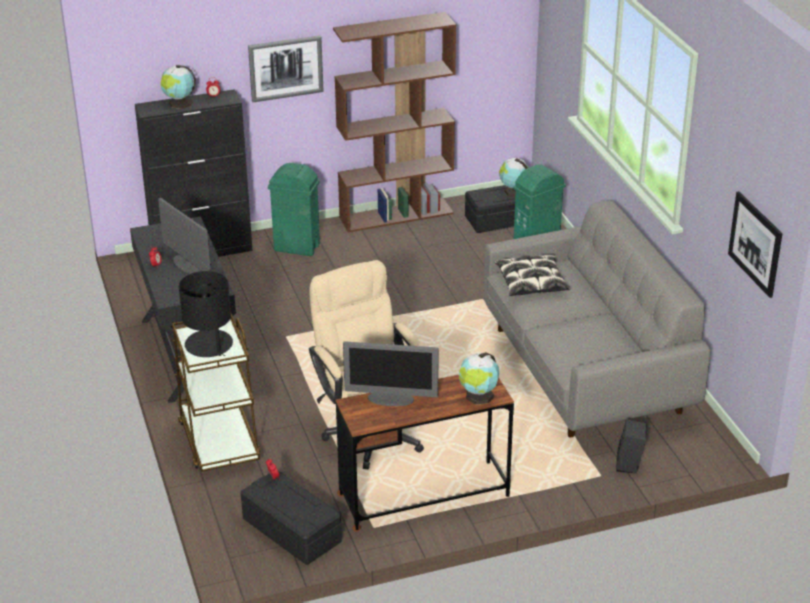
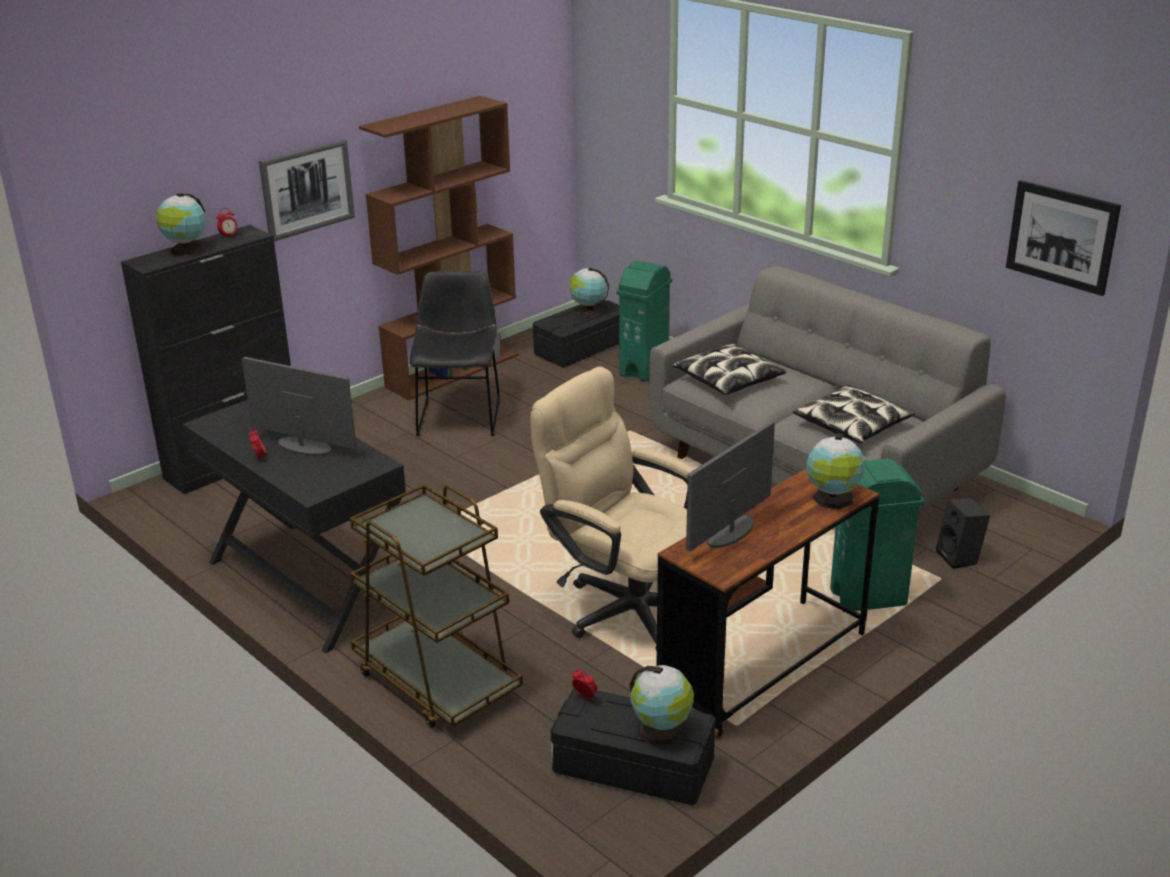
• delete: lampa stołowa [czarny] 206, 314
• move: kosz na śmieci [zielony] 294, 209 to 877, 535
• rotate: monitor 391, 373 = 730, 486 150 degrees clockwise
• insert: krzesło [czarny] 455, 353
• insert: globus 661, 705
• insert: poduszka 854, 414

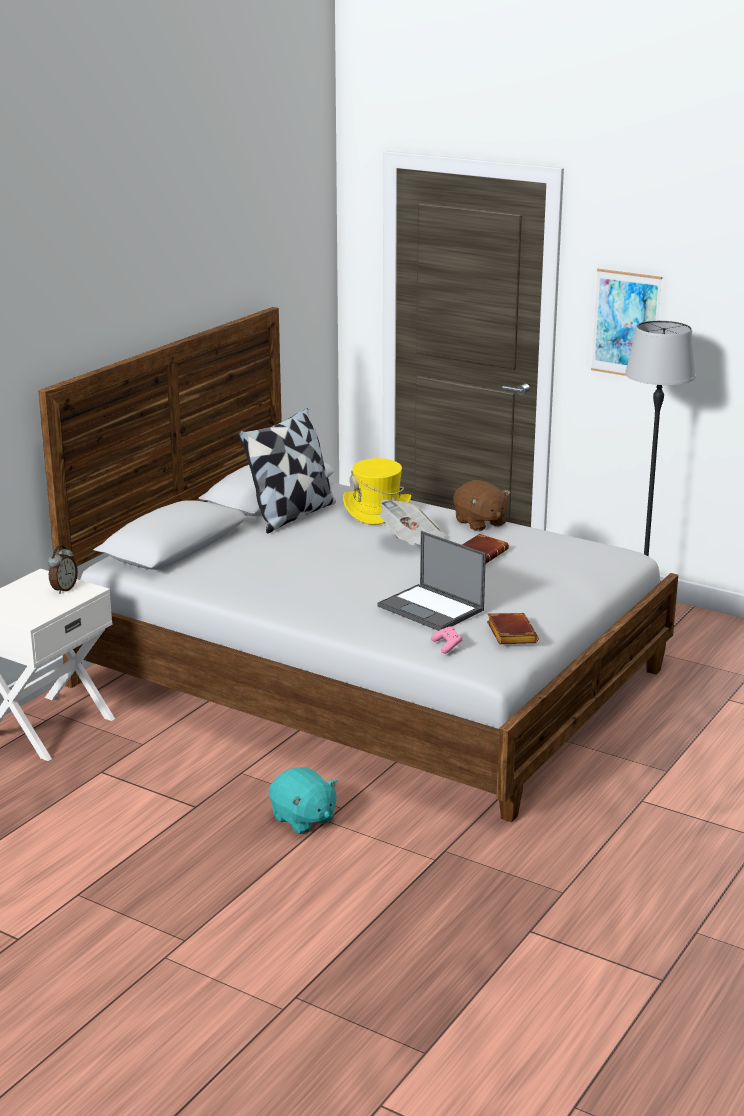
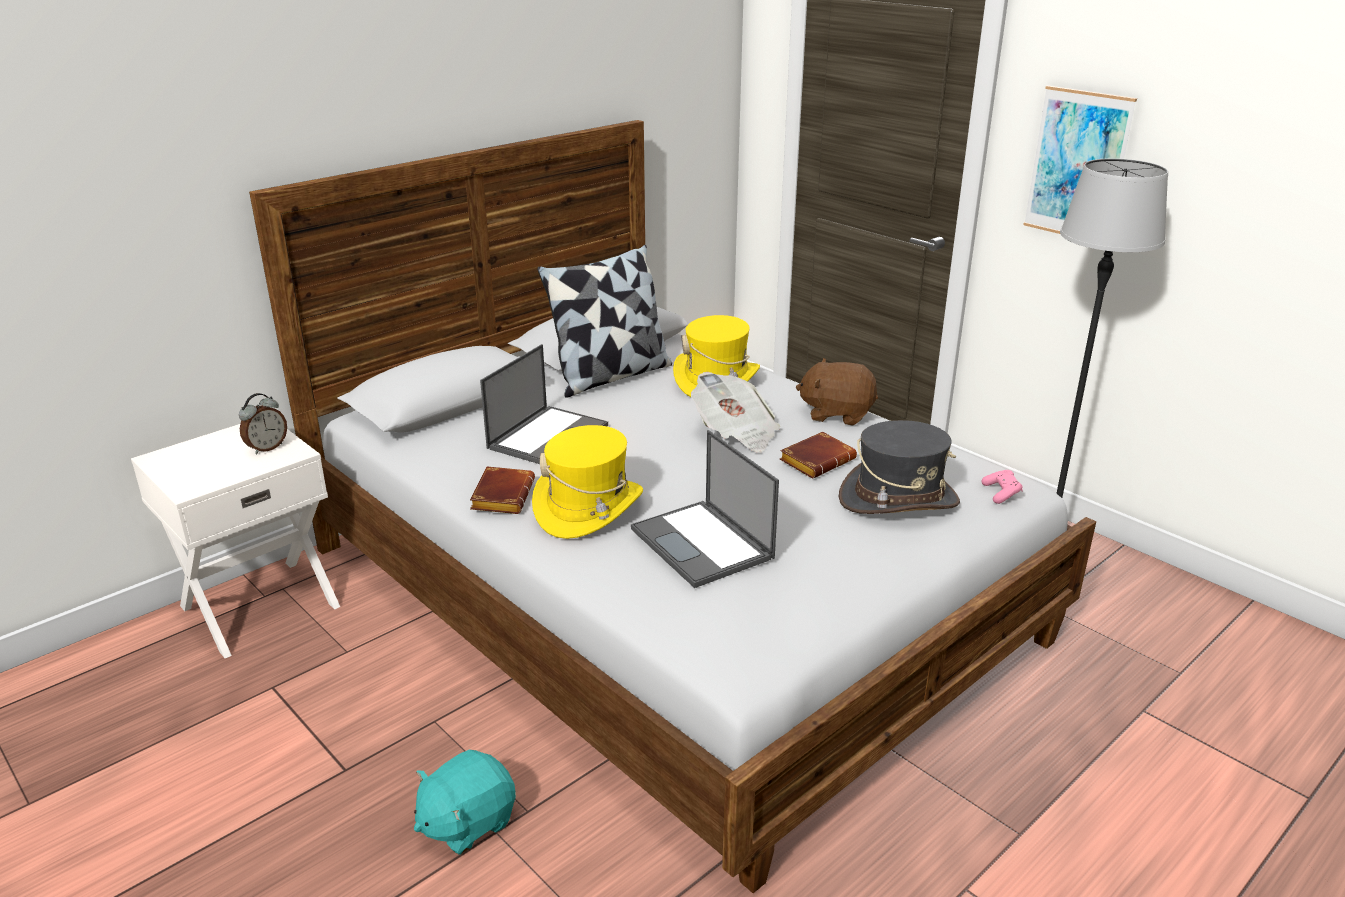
• rotate: pluszak [turkusowy] 303, 800 = 465, 802 75 degrees clockwise
• move: pad do gier [różowy] 447, 640 to 1002, 487
• rotate: pluszak [brązowy] 481, 505 = 837, 392 120 degrees clockwise
• move: książka [brązowy] 512, 628 to 502, 490
• insert: laptop 544, 404
• insert: kapelusz [żółty] 587, 482
• insert: kapelusz [szary] 899, 467

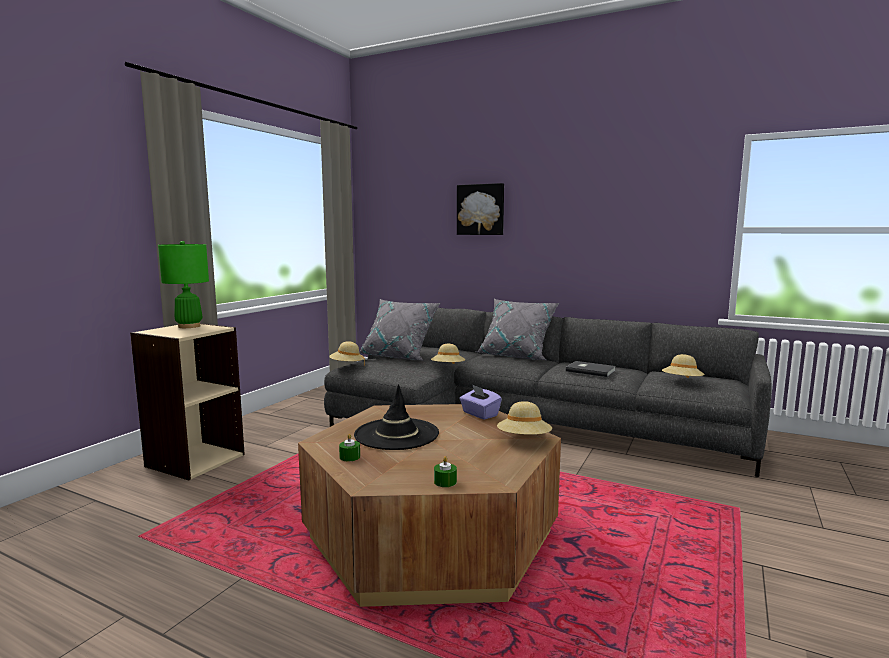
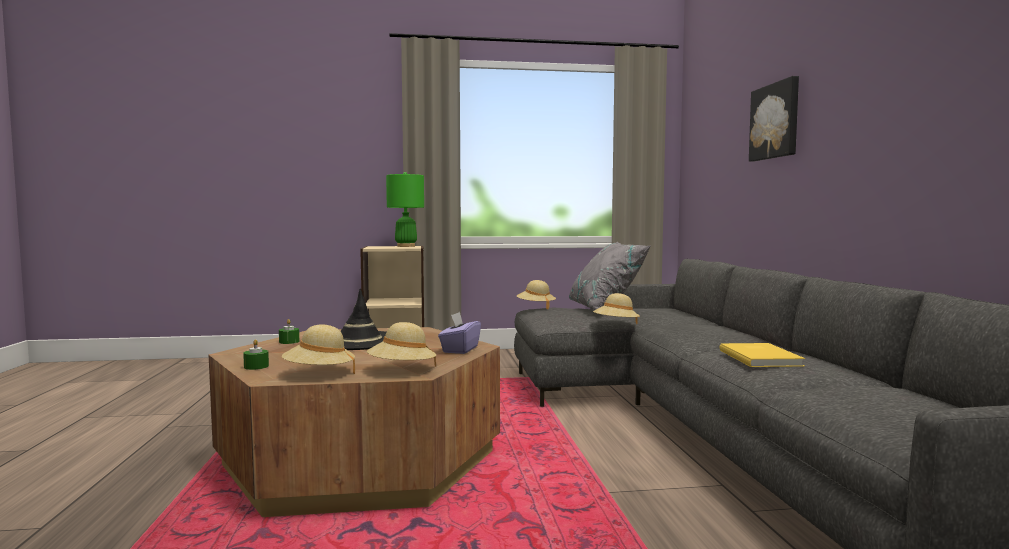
• delete: poduszka [szary] 517, 329
• recolor: książka [szary] 591, 369 to książka [żółty] 762, 355
• move: kapelusz [beżowy] 683, 366 to 318, 349

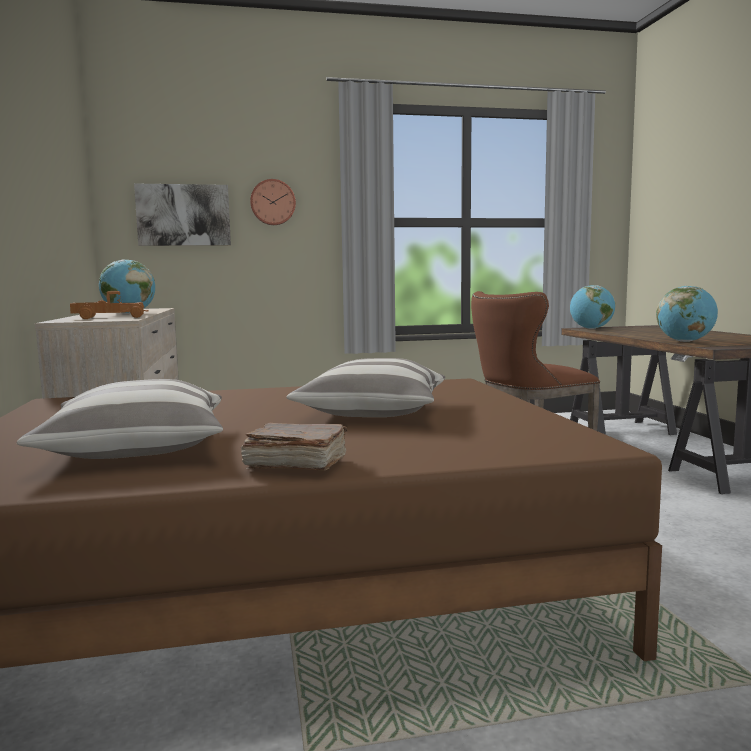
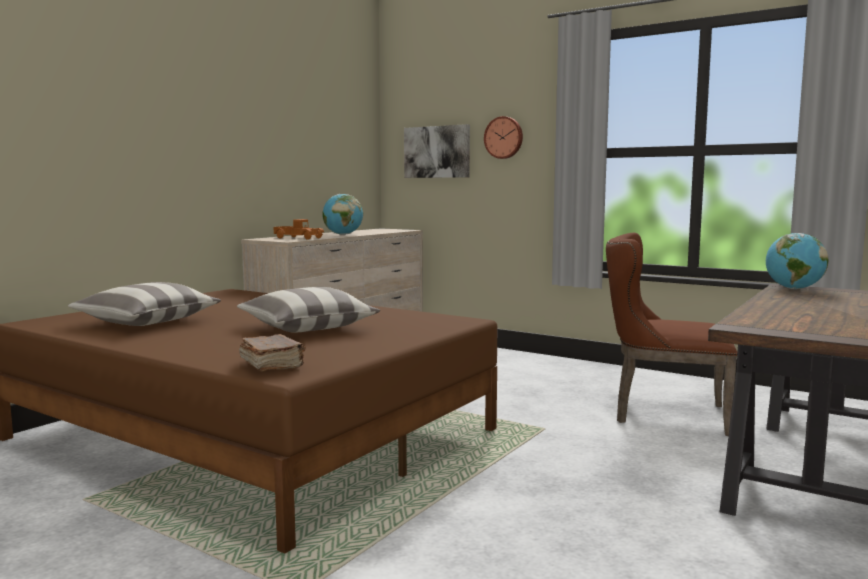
• move: książka [brązowy] 294, 446 to 272, 352
• delete: globus 687, 314

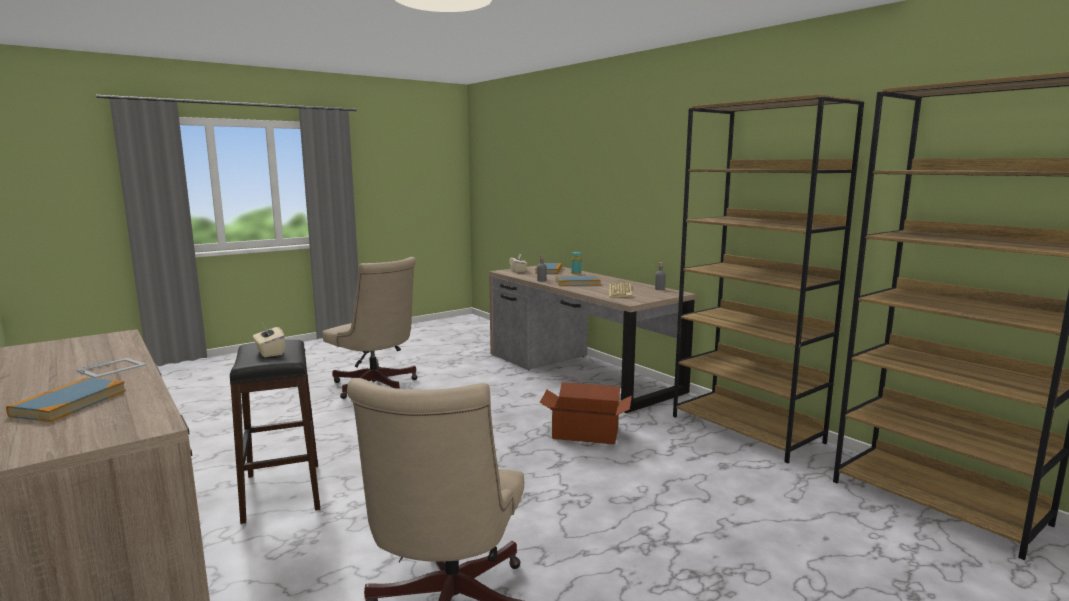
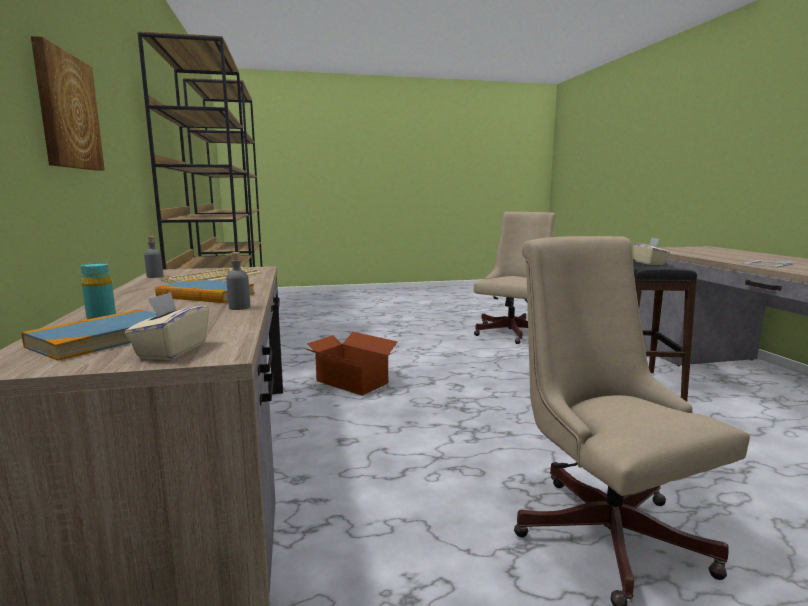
• delete: książka 66, 399
• insert: obraz 68, 103

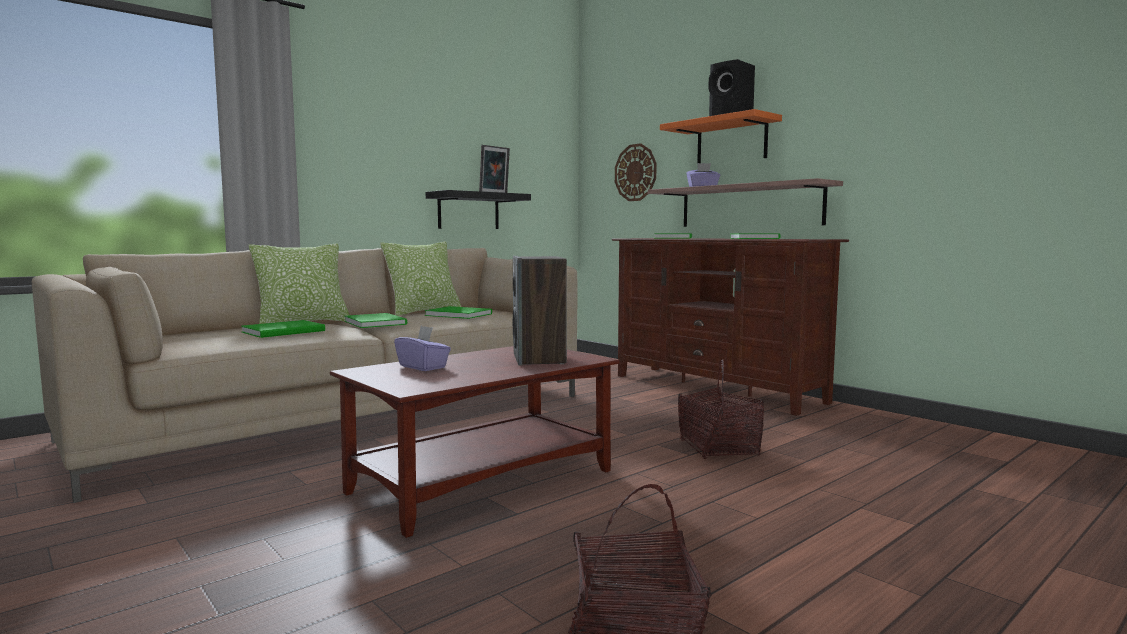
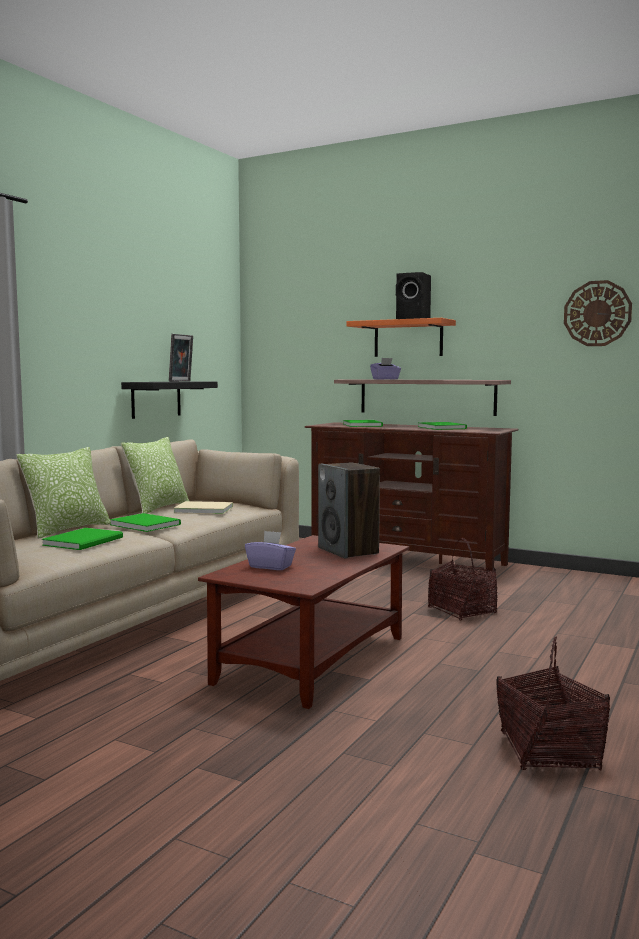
• recolor: książka [zielony] 458, 312 to książka [beżowy] 203, 507
• move: zegar ścienny 636, 172 to 598, 313

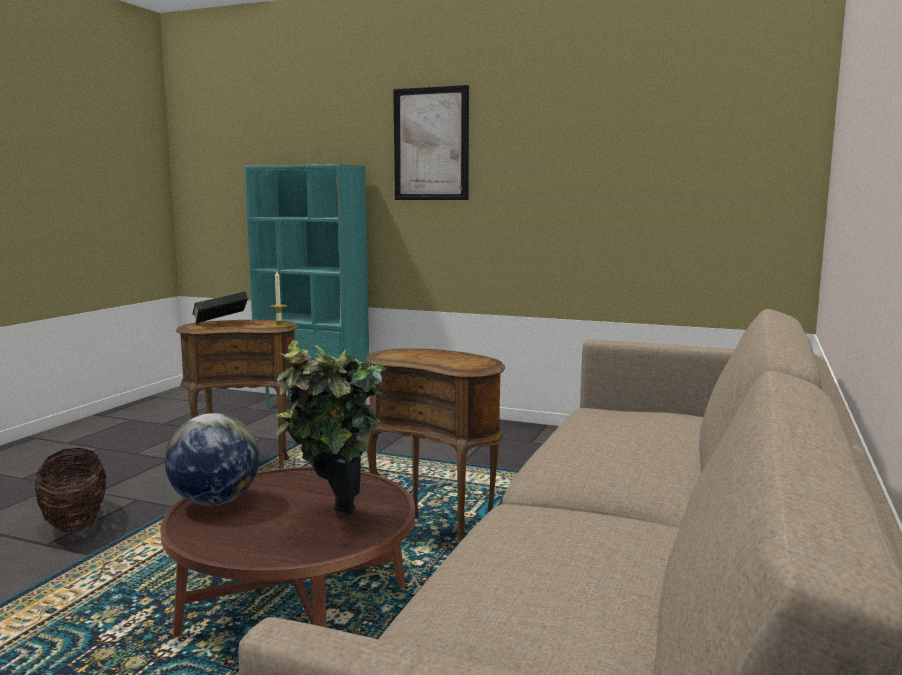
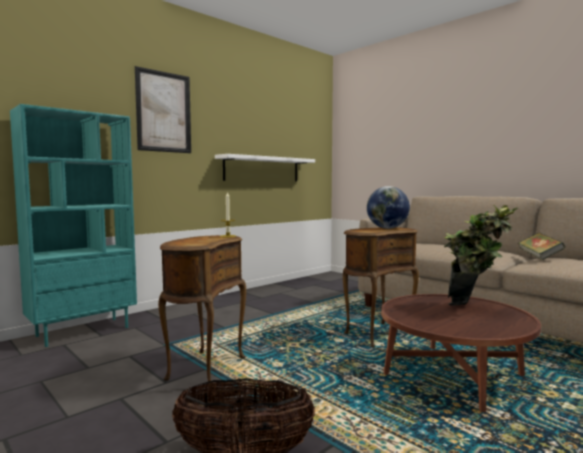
• move: globus 212, 459 to 388, 207
• move: książka 220, 307 to 541, 246
• insert: półka [biały] 265, 167

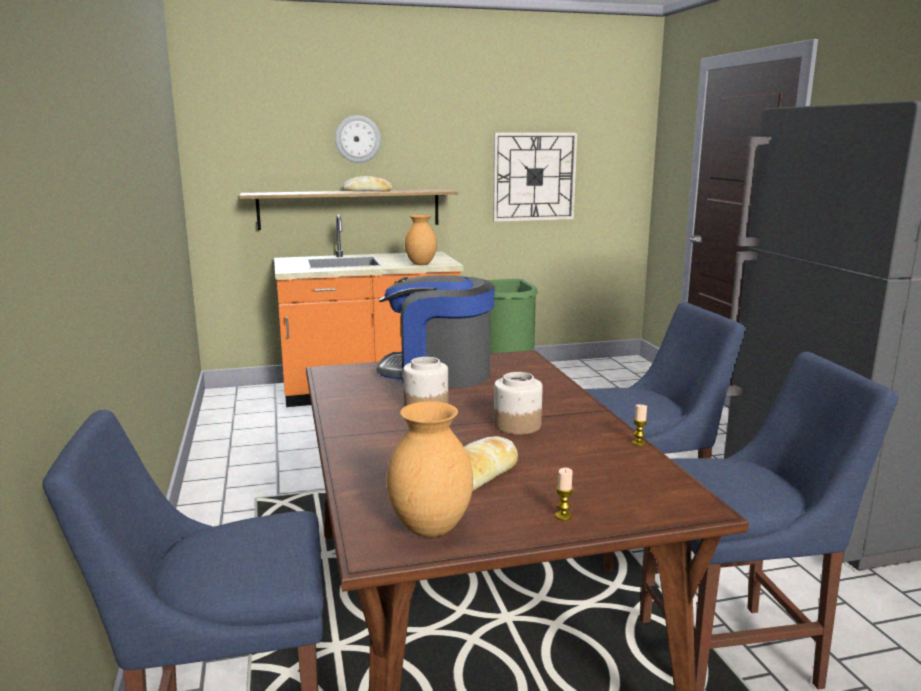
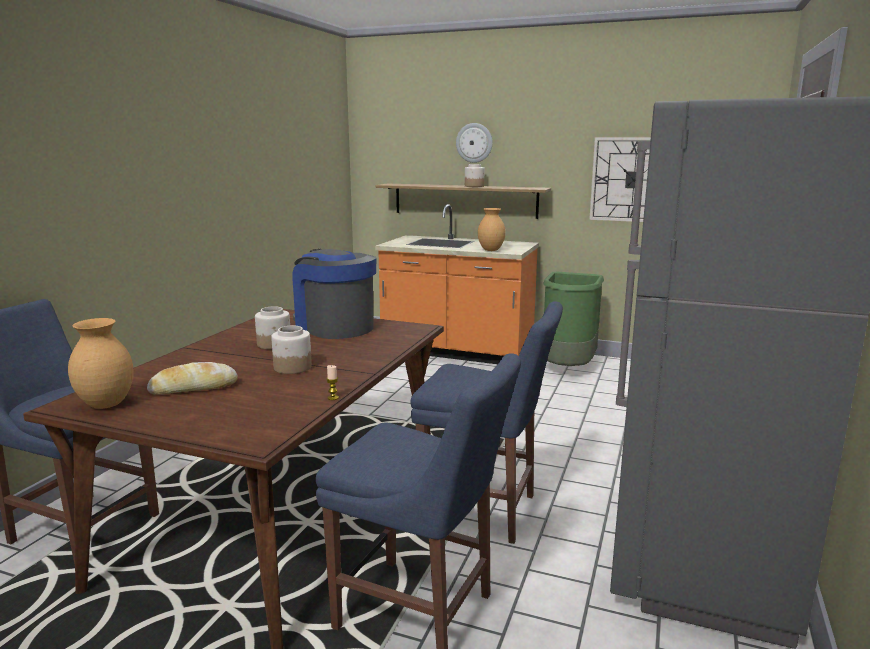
• replace: chleb 367, 184 to słoik 474, 175
• delete: świeca 564, 494

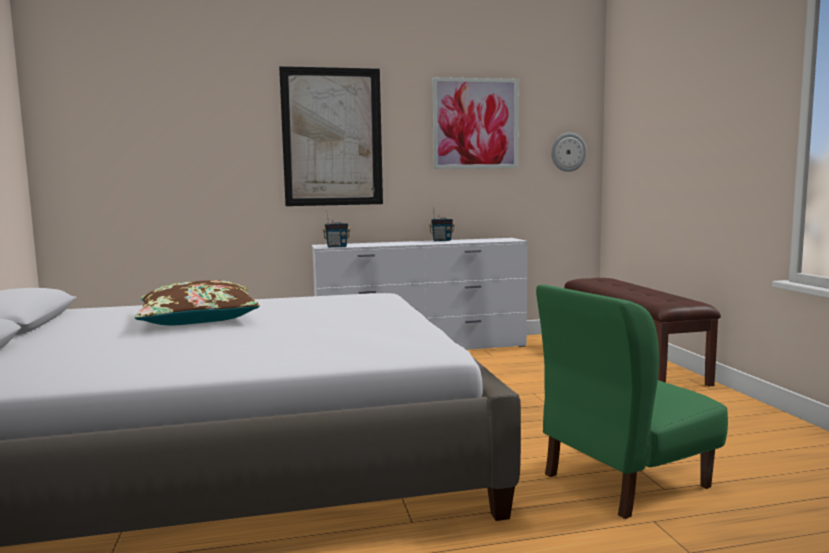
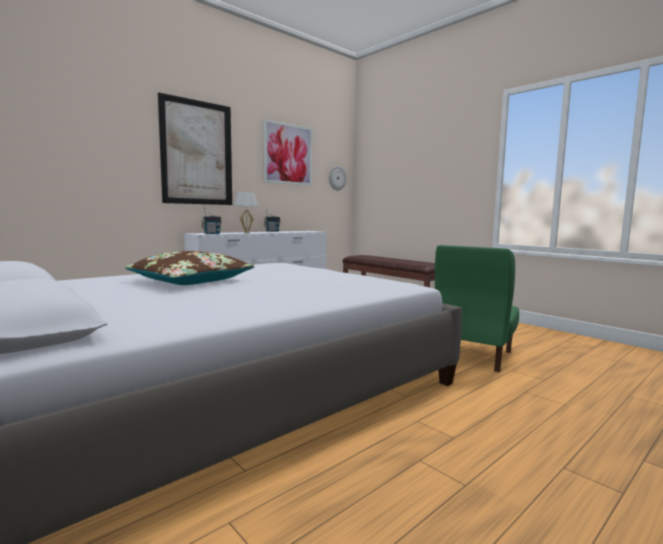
• insert: lampa stołowa [biały] 246, 212

